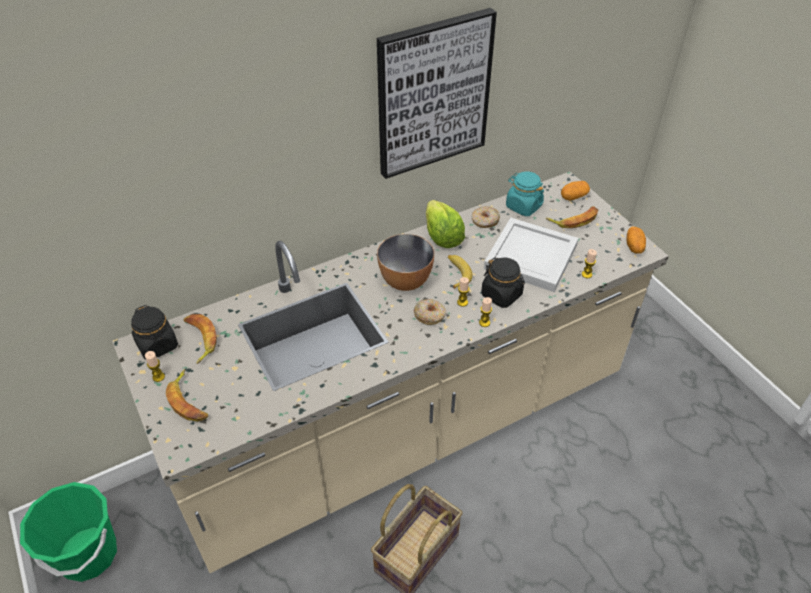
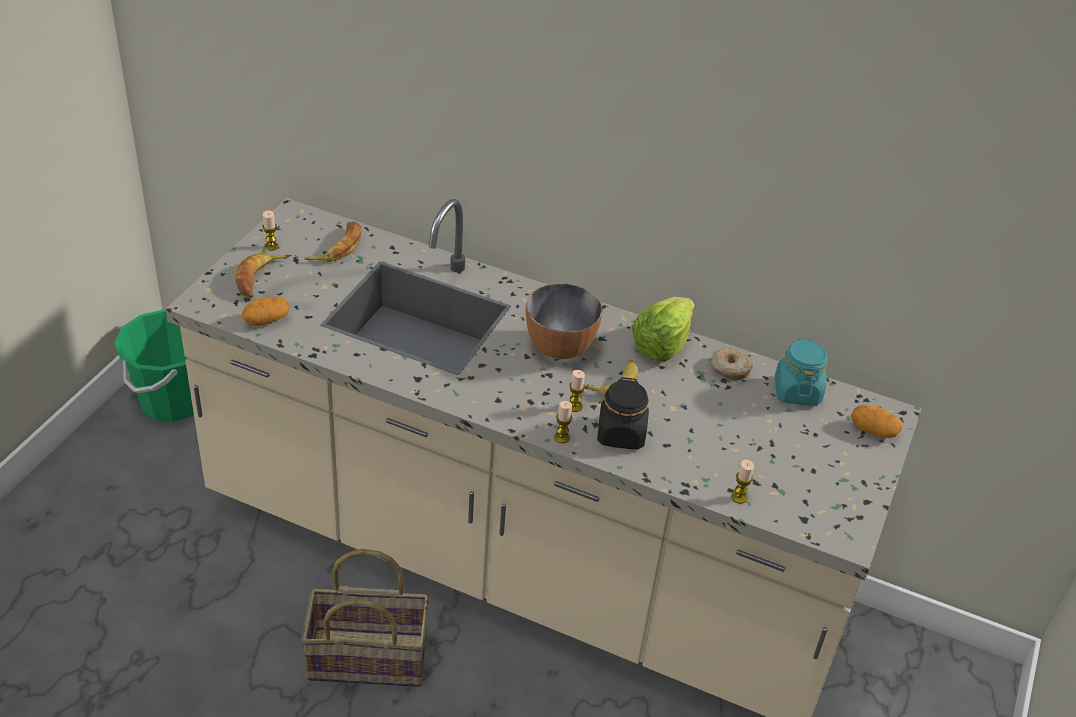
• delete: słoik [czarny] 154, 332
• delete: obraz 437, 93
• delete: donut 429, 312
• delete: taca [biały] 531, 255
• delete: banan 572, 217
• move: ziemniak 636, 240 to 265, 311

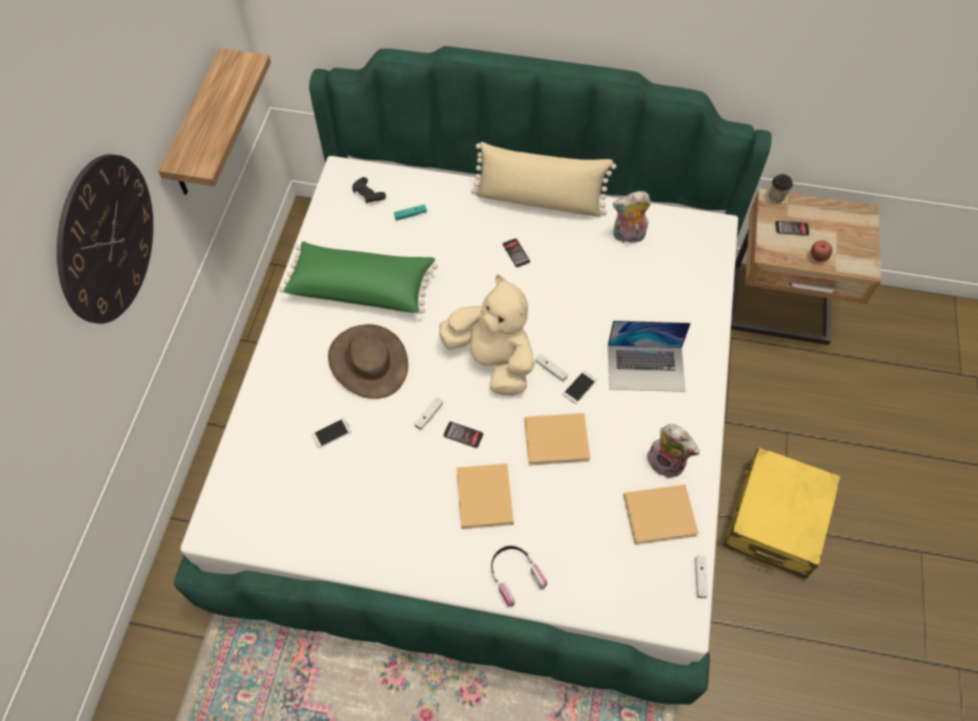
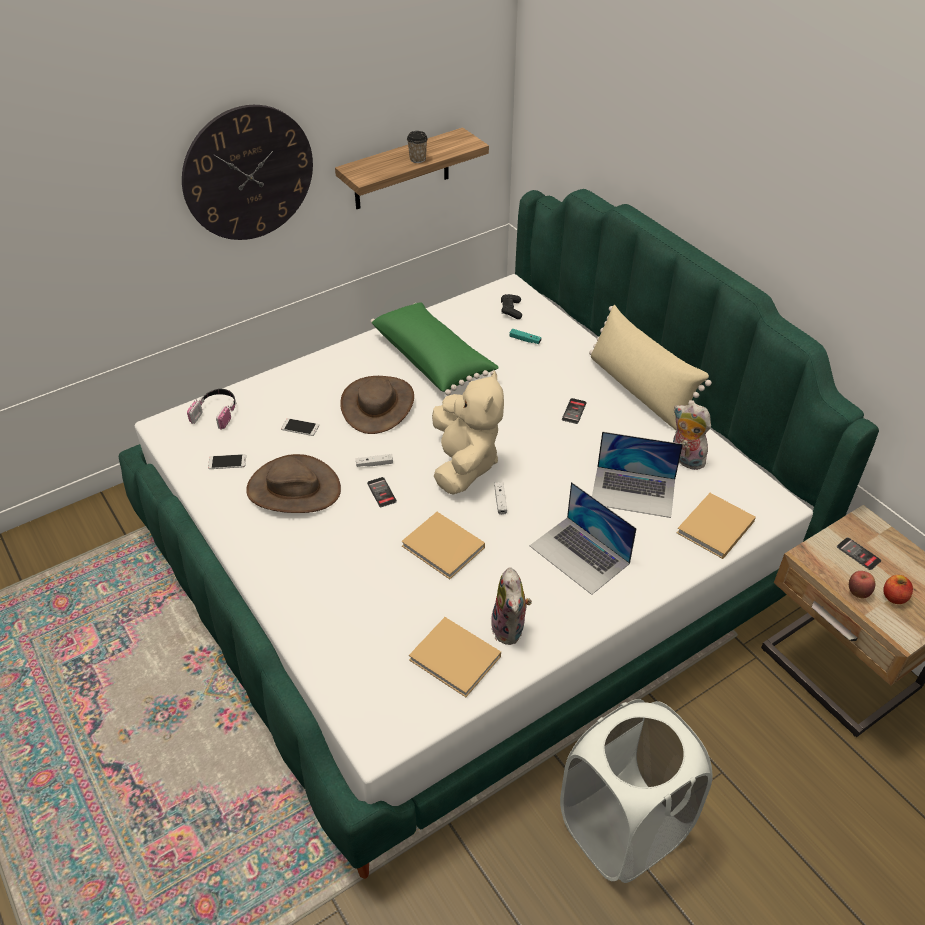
• move: książka [beżowy] 485, 496 to 716, 526
• move: słuchawki 518, 576 to 212, 409
• move: telefon 580, 387 to 227, 461
• delete: pad do gier [biały] 701, 577
• replace: walizka [żółty] 782, 513 to kosz na pranie [biały] 636, 791
• move: filiżanka 781, 188 to 417, 147
• insert: kapelusz [brązowy] 293, 483
• insert: laptop 637, 474
• insert: jabłko 898, 589

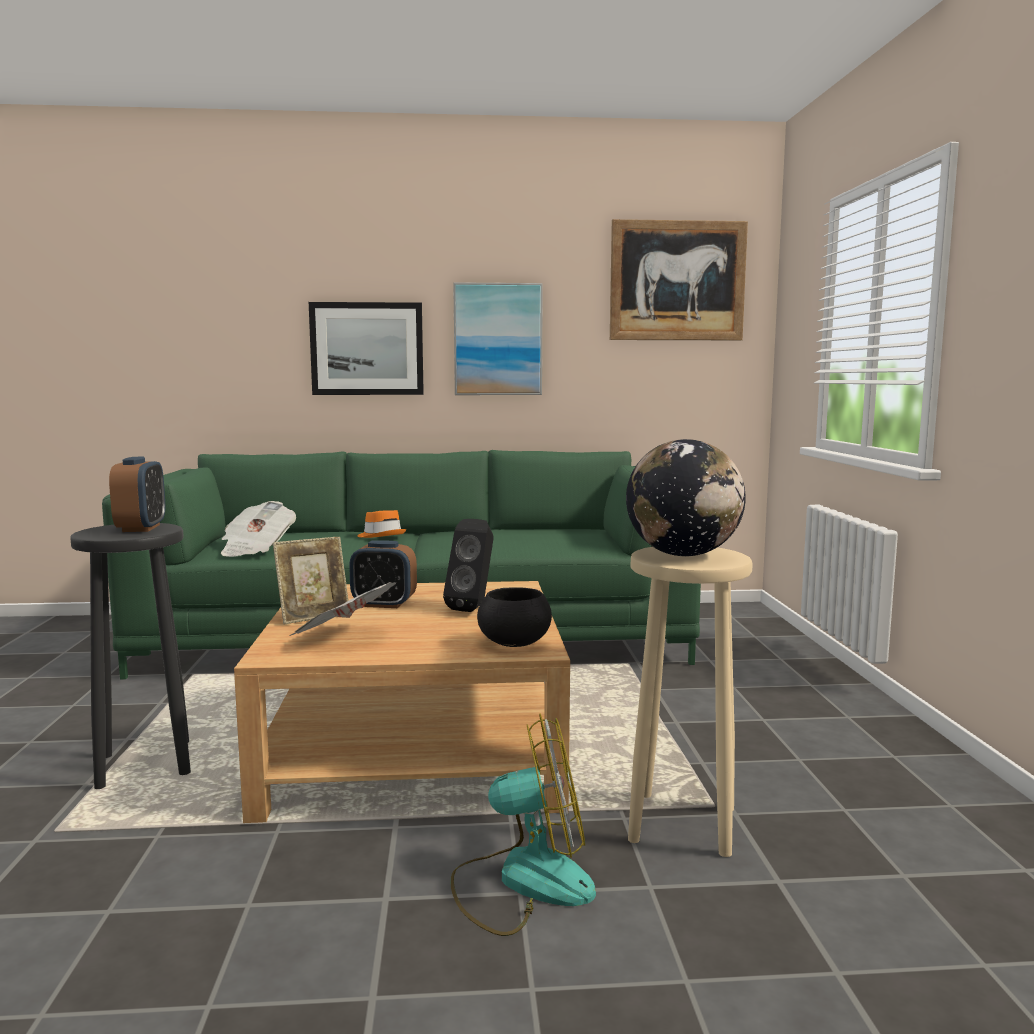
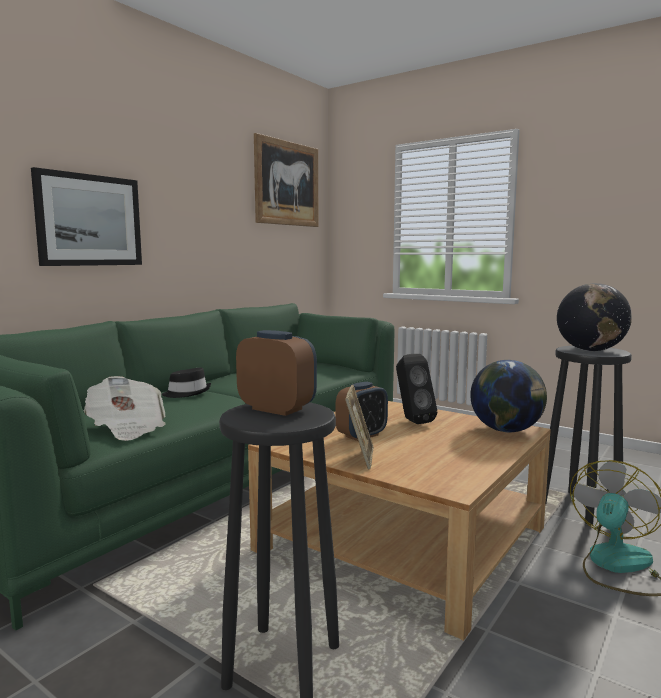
• delete: gazeta 343, 609
• recolor: kapelusz [pomarańczowy] 382, 524 to kapelusz [czarny] 186, 383
• delete: obraz 498, 338
• replace: miska [czarny] 514, 617 to globus 508, 396
• recolor: stołek [beżowy] 690, 702 to stołek [czarny] 589, 435

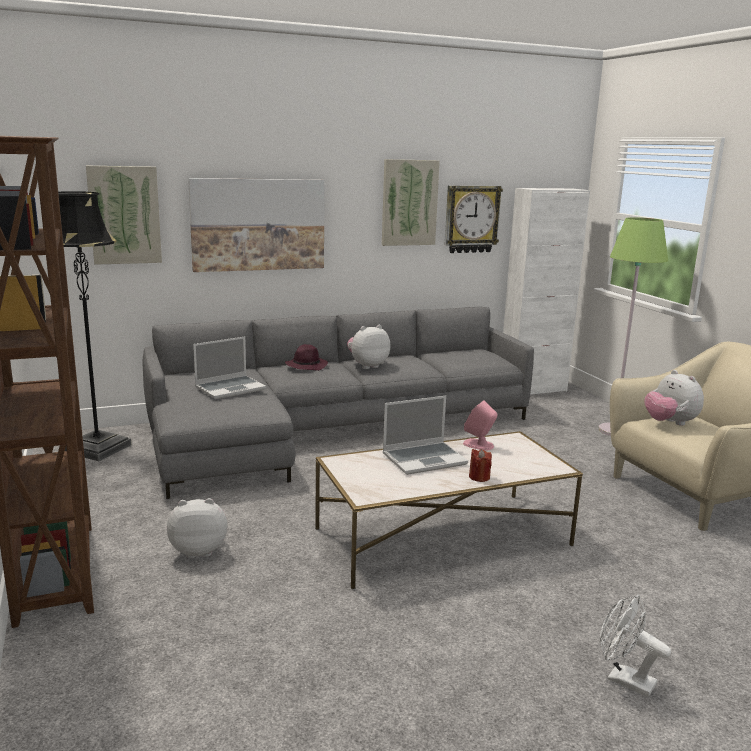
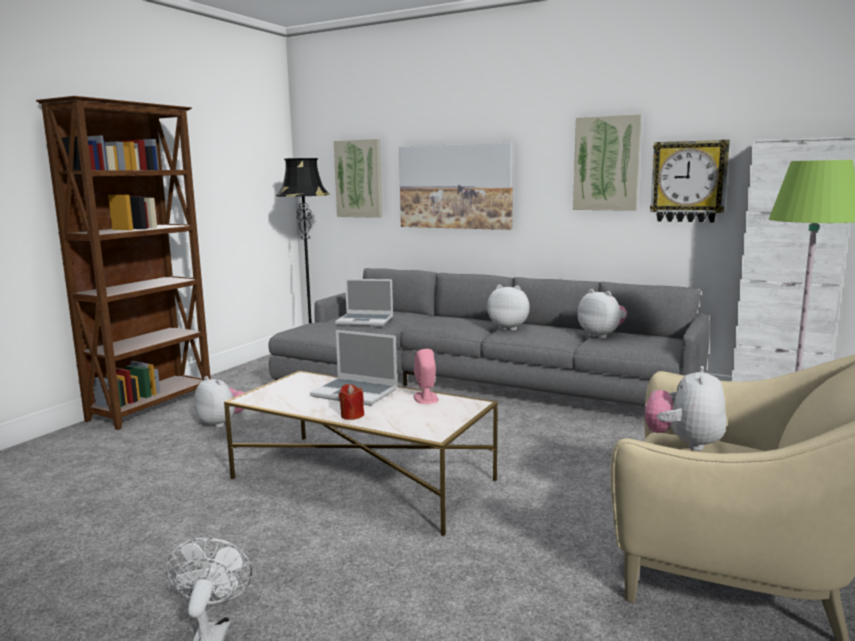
• delete: kapelusz [fioletowy] 306, 357
• insert: pluszak 602, 314

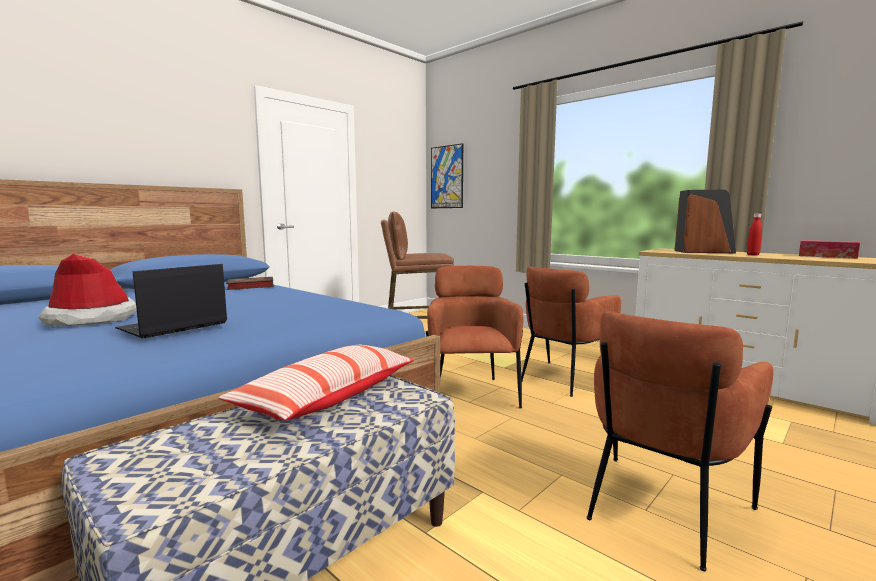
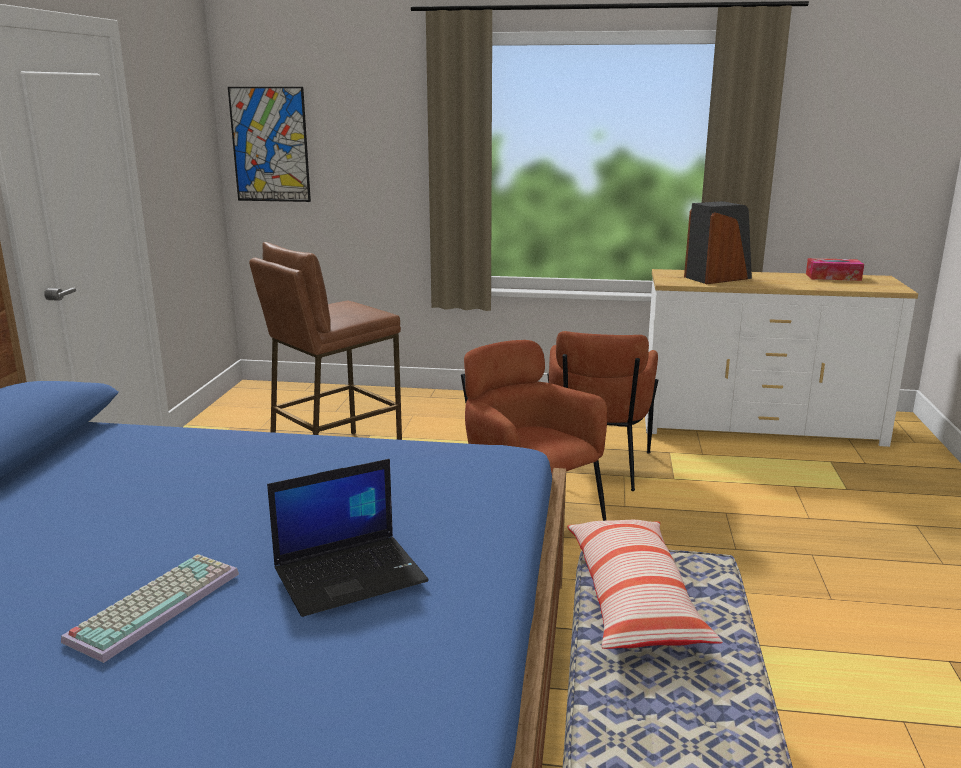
• replace: kapelusz 87, 290 to klawiatura 150, 608
• rotate: laptop 171, 301 = 348, 538 120 degrees counterclockwise
• delete: książka 250, 283
• delete: fotel [brązowy] 680, 441
• delete: butelka [czerwony] 754, 234

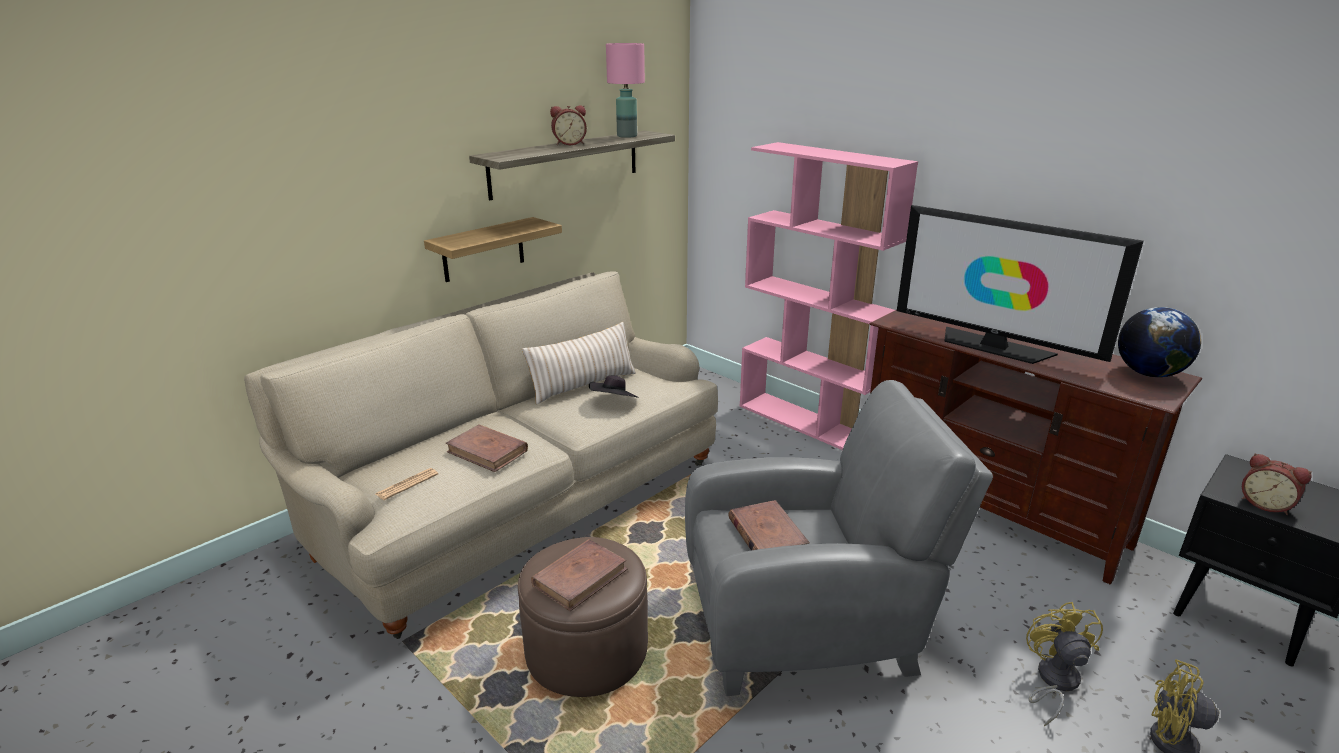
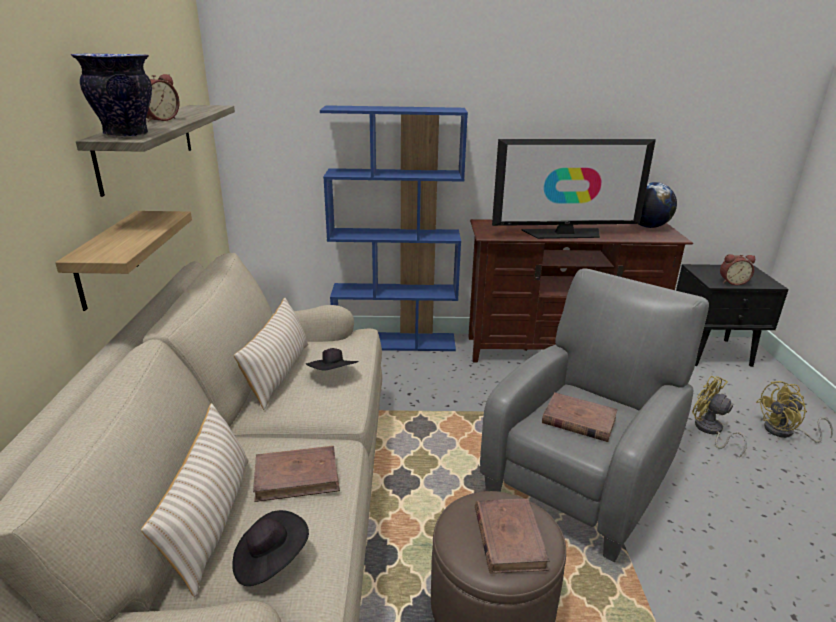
• replace: gazeta 407, 484 to kapelusz [czarny] 270, 548
• delete: lampa stołowa [różowy] 625, 90
• recolor: regał [różowy] 829, 296 to regał [niebieski] 394, 228
• insert: wazon 111, 95
• insert: poduszka [beżowy] 195, 500

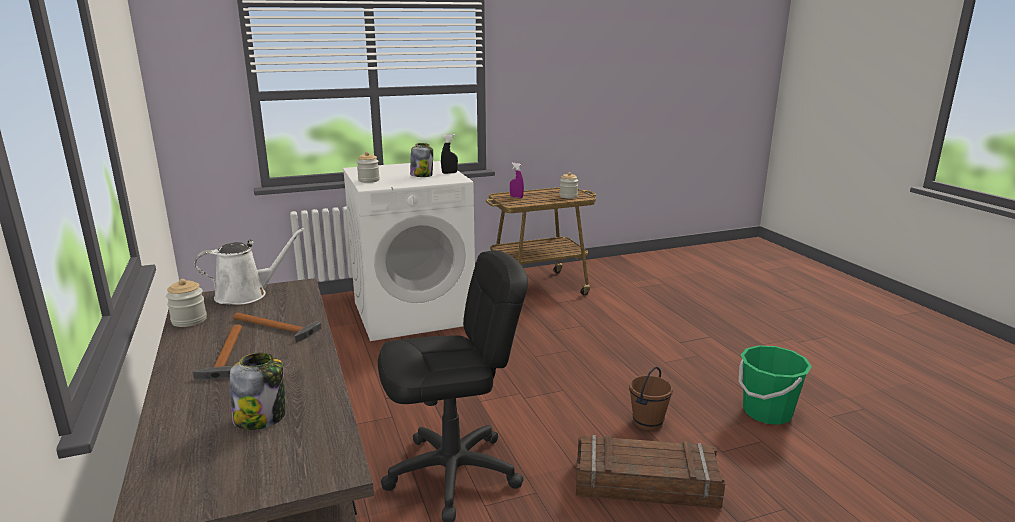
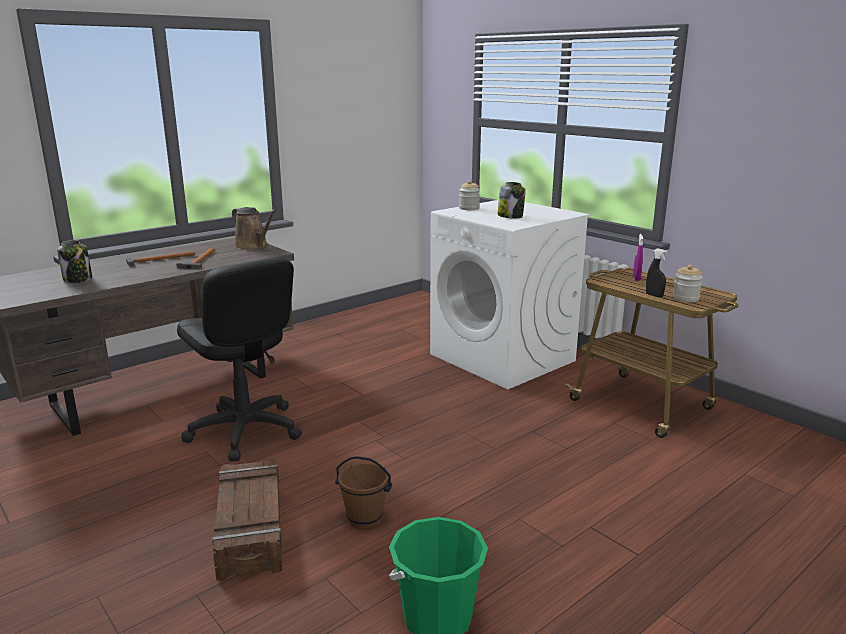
• delete: słoik 186, 303
• recolor: konewka [biały] 250, 266 to konewka [brązowy] 254, 228
• move: spryskiwacz [czarny] 449, 154 to 656, 272

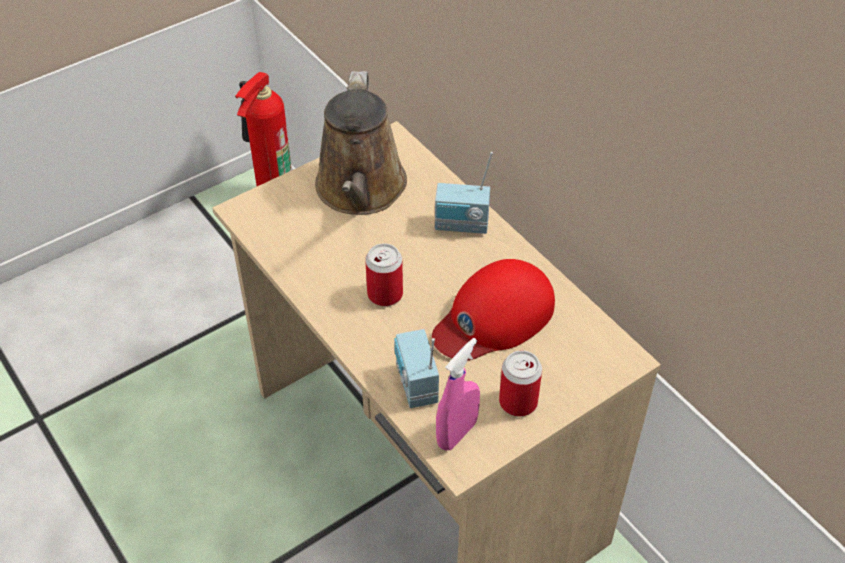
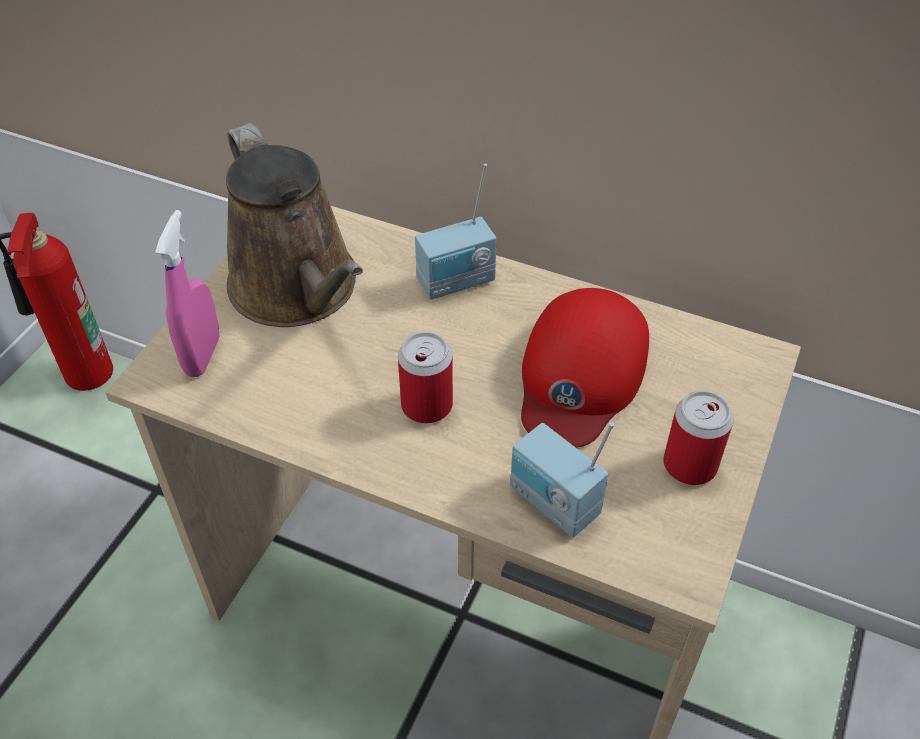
• move: spryskiwacz [różowy] 458, 394 to 187, 293

